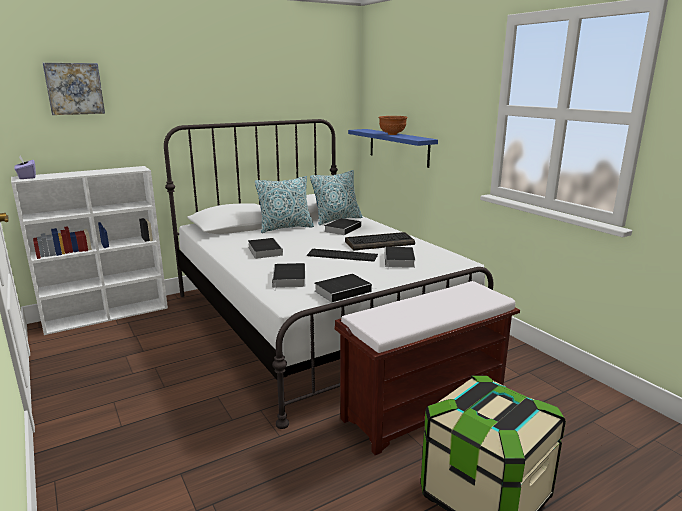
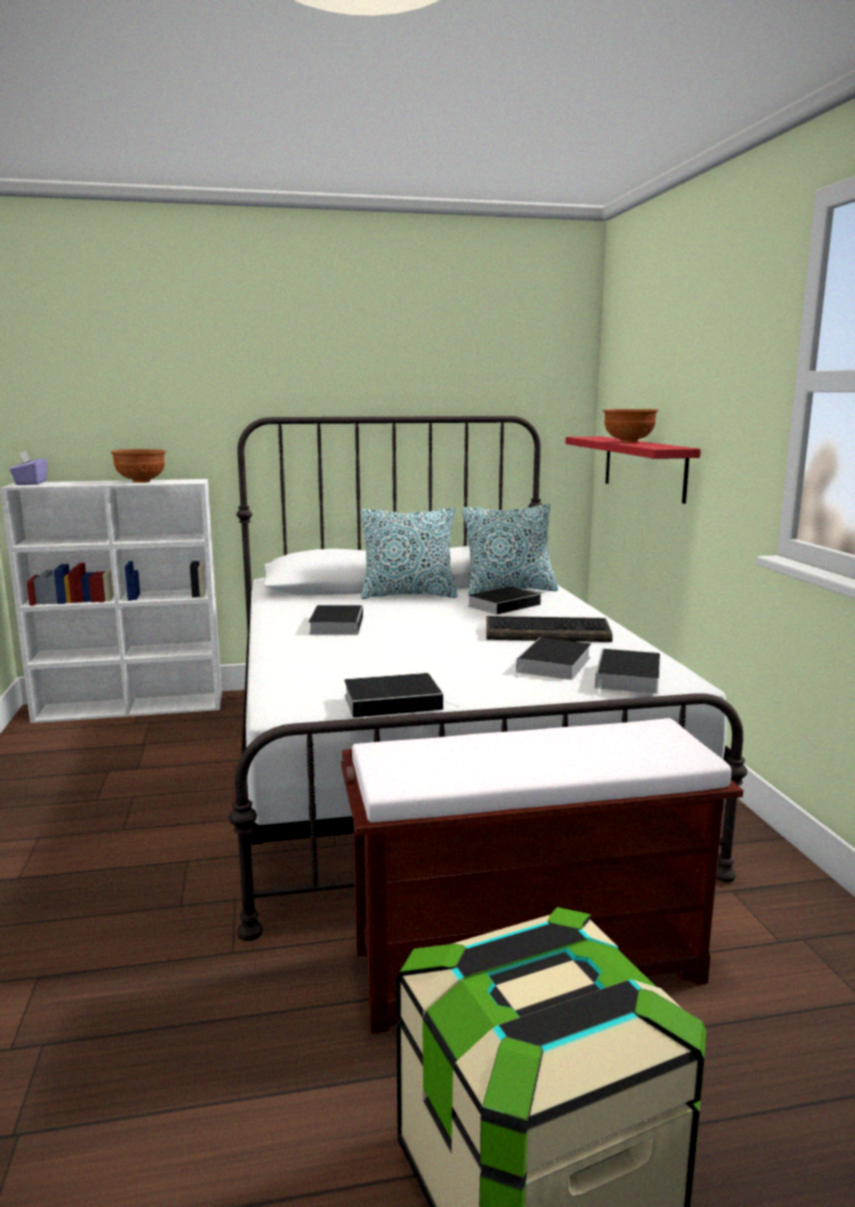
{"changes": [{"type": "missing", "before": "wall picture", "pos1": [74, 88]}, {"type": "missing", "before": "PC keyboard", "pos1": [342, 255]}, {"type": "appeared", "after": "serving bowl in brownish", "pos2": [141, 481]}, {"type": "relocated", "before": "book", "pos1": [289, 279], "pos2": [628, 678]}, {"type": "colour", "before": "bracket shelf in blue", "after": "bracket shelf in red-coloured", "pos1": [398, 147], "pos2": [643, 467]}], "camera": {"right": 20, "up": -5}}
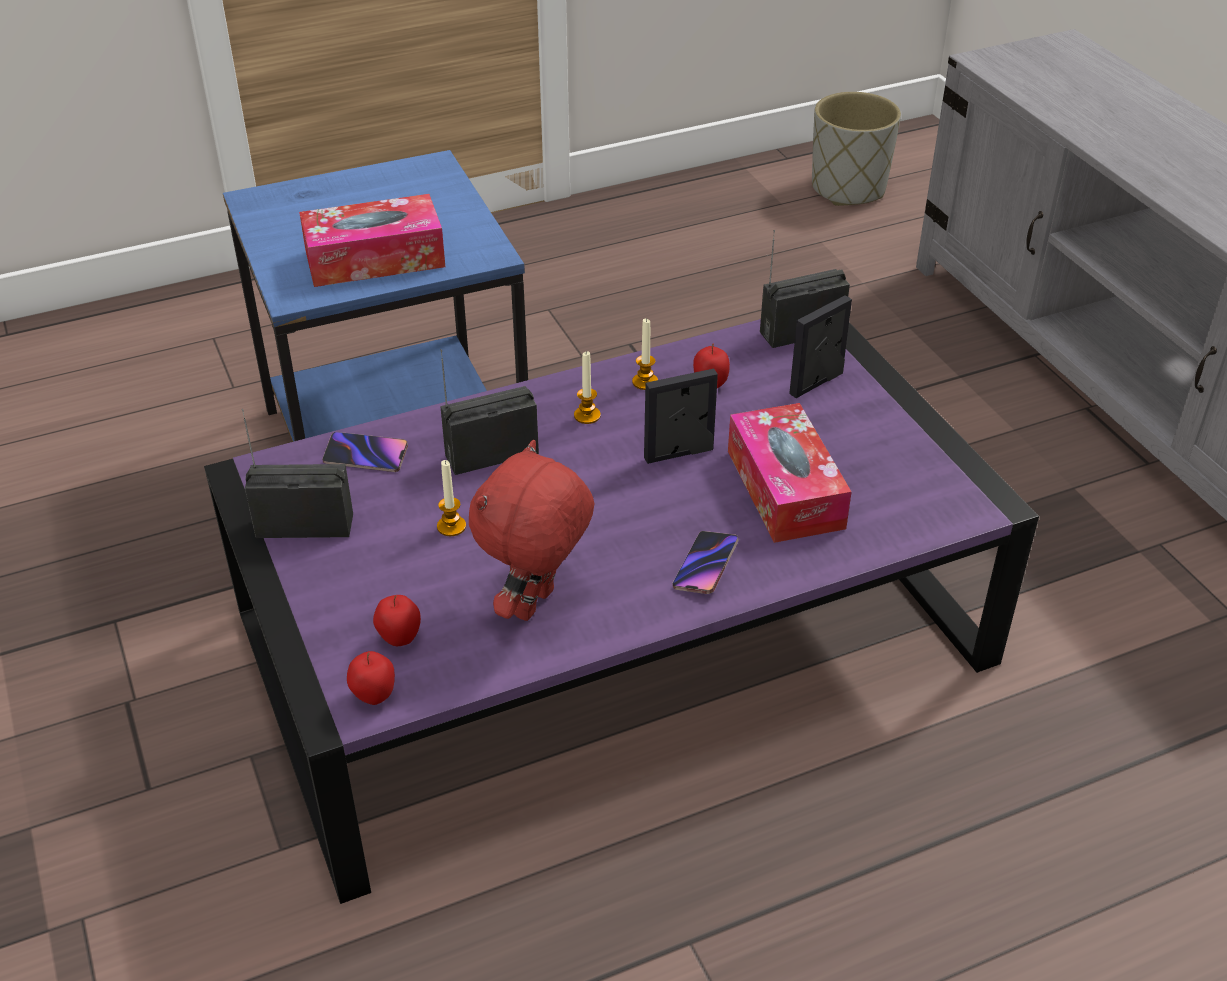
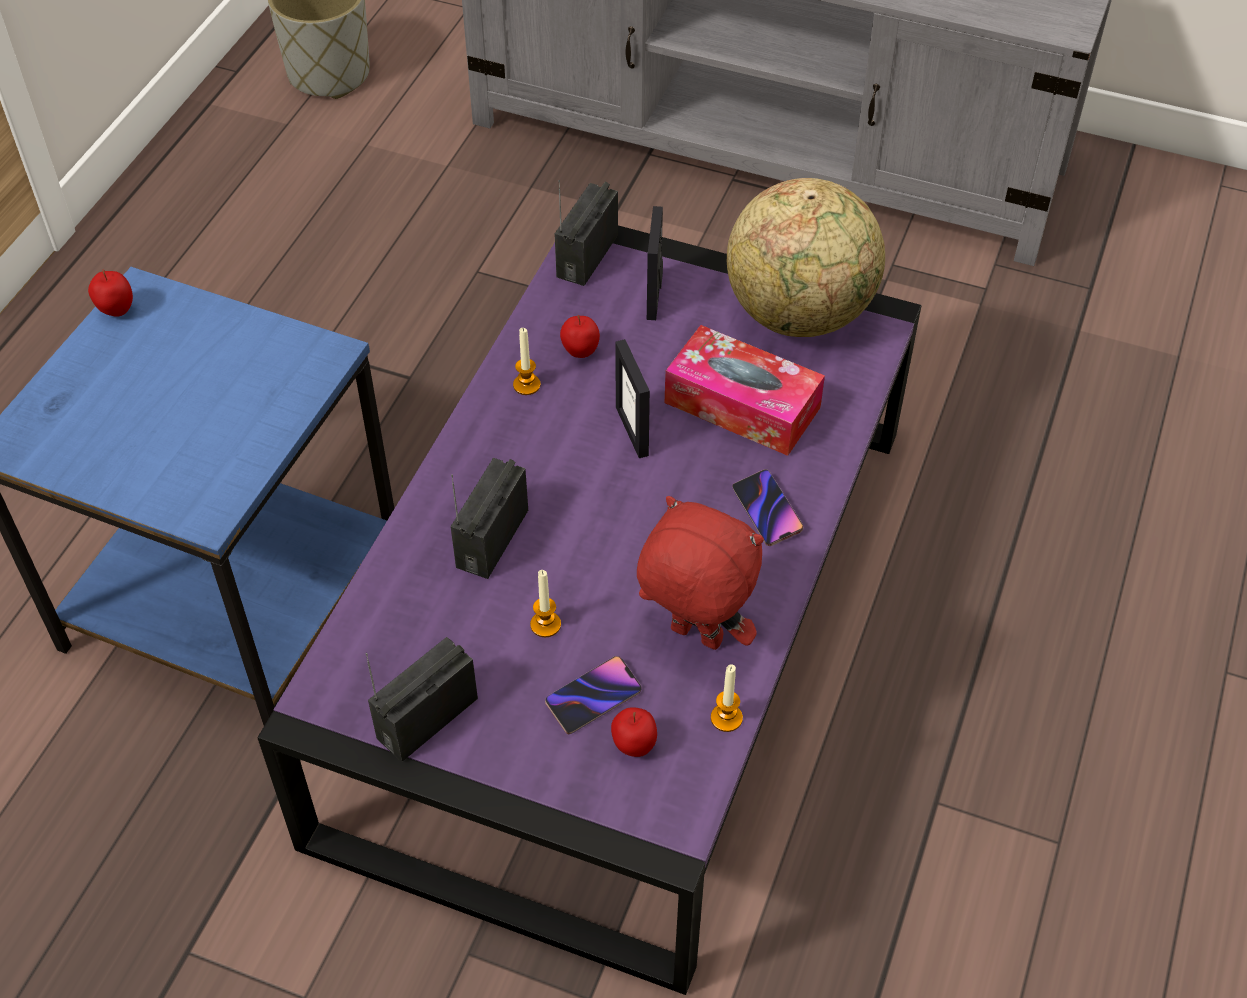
{"changes": [{"type": "missing", "before": "tissue box", "pos1": [374, 258]}, {"type": "appeared", "after": "world globe", "pos2": [800, 314]}, {"type": "relocated", "before": "handset", "pos1": [366, 456], "pos2": [593, 697]}, {"type": "relocated", "before": "apple fruit", "pos1": [374, 697], "pos2": [117, 311]}, {"type": "relocated", "before": "wax light", "pos1": [587, 415], "pos2": [726, 718]}, {"type": "spun", "before": "plush toy in red-coloured", "pos1": [536, 605], "pos2": [694, 637], "turn": 135}, {"type": "spun", "before": "photo frame", "pos1": [679, 454], "pos2": [632, 431], "turn": -45}], "camera": {"right": -45, "up": 10}}
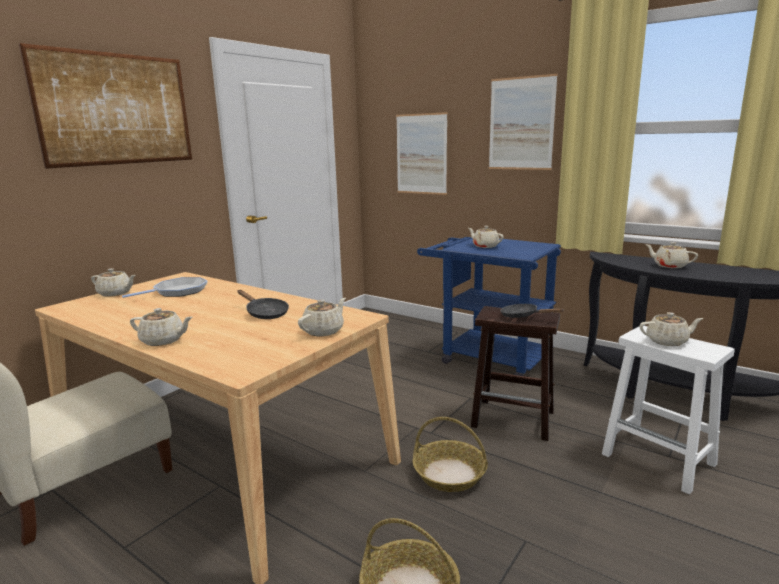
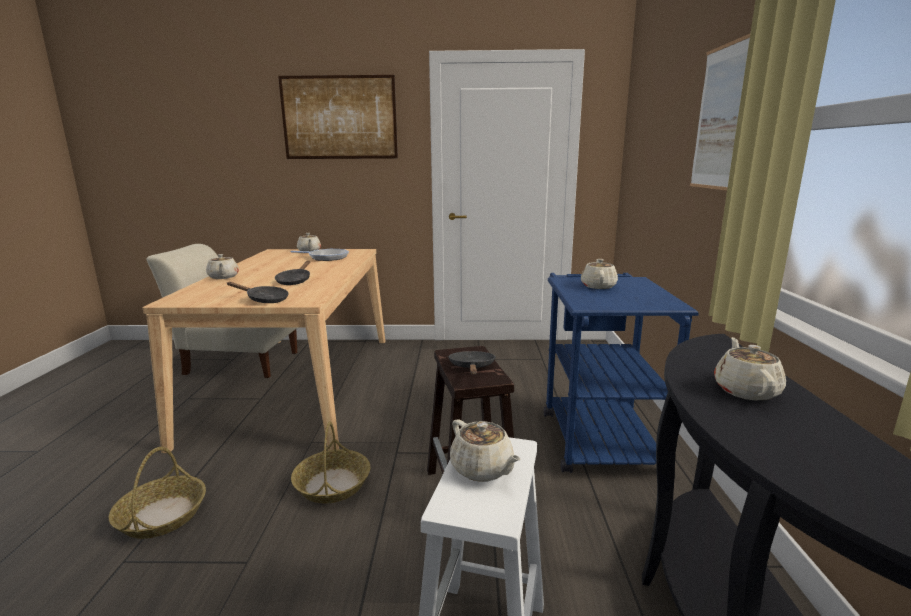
{"changes": [{"type": "missing", "before": "wall picture", "pos1": [421, 154]}, {"type": "exchanged", "before": "teapot in beige", "after": "frying pan in blackish", "pos1": [324, 331], "pos2": [264, 300]}], "camera": {"right": 55, "up": 0}}
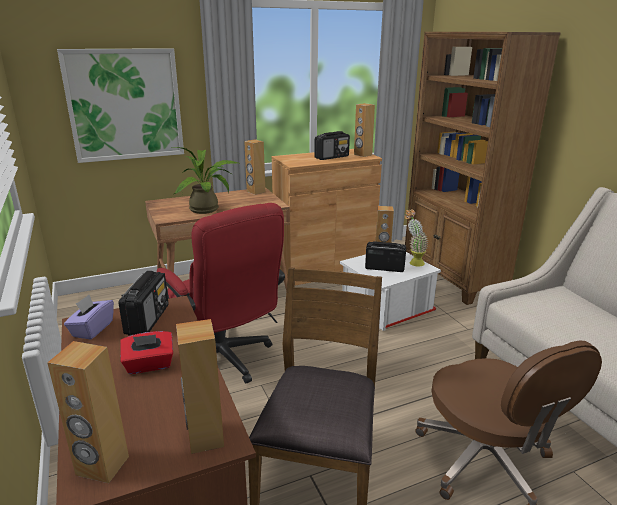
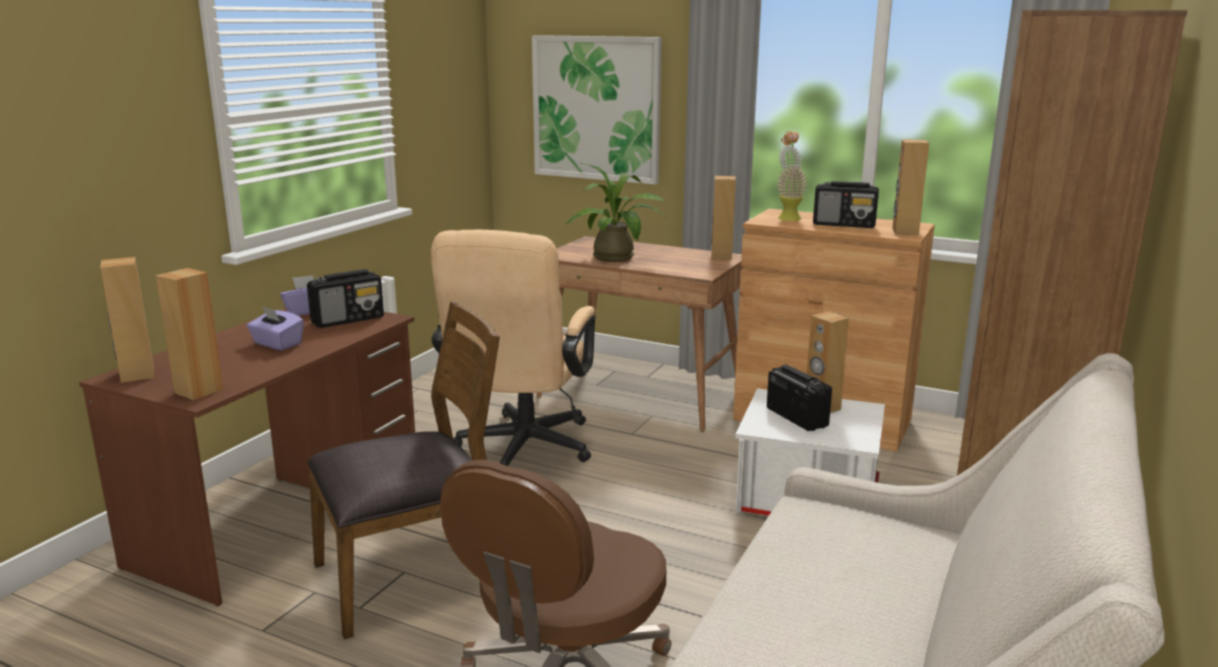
{"changes": [{"type": "relocated", "before": "plant in a pot", "pos1": [413, 262], "pos2": [787, 217]}, {"type": "colour", "before": "tissue box in red-coloured", "after": "tissue box in purplish", "pos1": [149, 365], "pos2": [277, 344]}, {"type": "colour", "before": "computer chair in red-coloured", "after": "computer chair in beige", "pos1": [225, 361], "pos2": [521, 451]}], "camera": {"right": 50, "up": -5}}
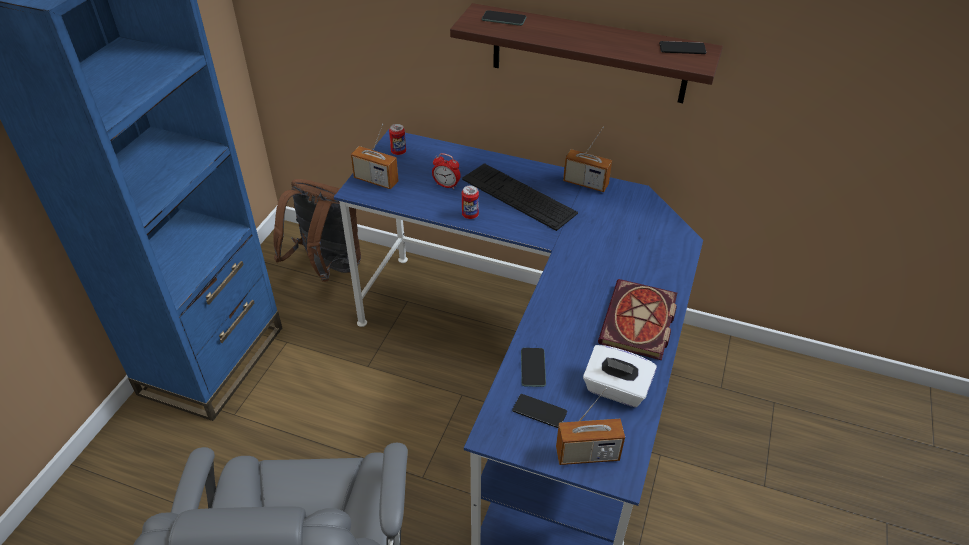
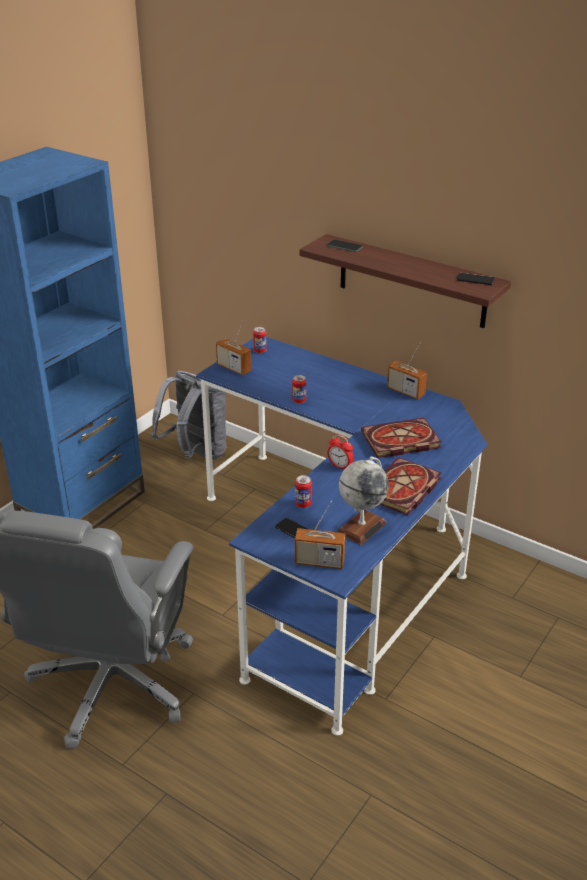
{"changes": [{"type": "missing", "before": "PC keyboard", "pos1": [518, 196]}, {"type": "appeared", "after": "book", "pos2": [399, 441]}, {"type": "relocated", "before": "alarm clock", "pos1": [446, 185], "pos2": [340, 466]}, {"type": "exchanged", "before": "handset", "after": "sealed can", "pos1": [533, 367], "pos2": [303, 504]}, {"type": "exchanged", "before": "tissue box in white-coloured", "after": "world globe", "pos1": [615, 389], "pos2": [361, 527]}, {"type": "colour", "before": "backpack in brownish", "after": "backpack in grey", "pos1": [327, 268], "pos2": [195, 454]}], "camera": {"right": 15, "up": -10}}
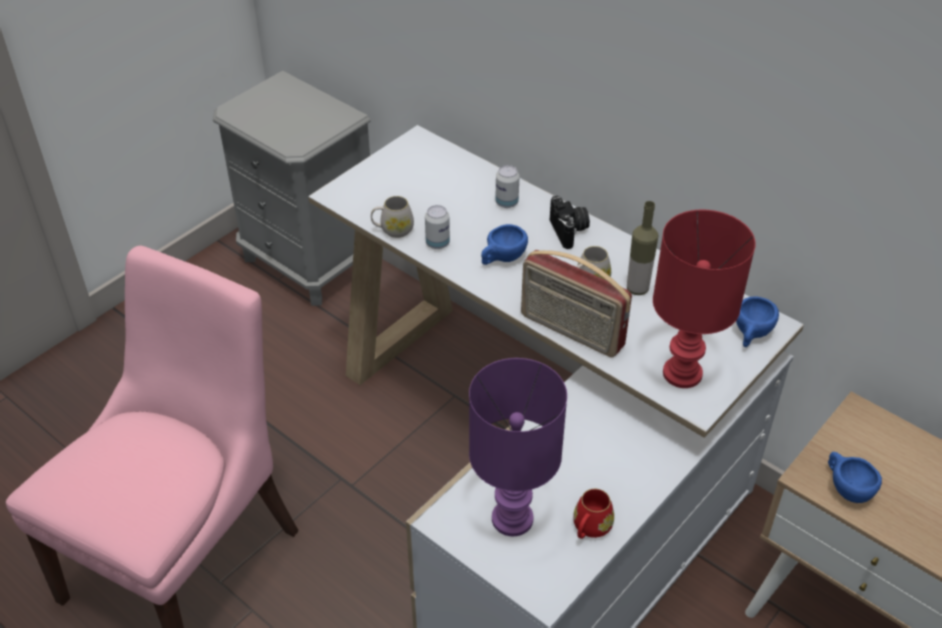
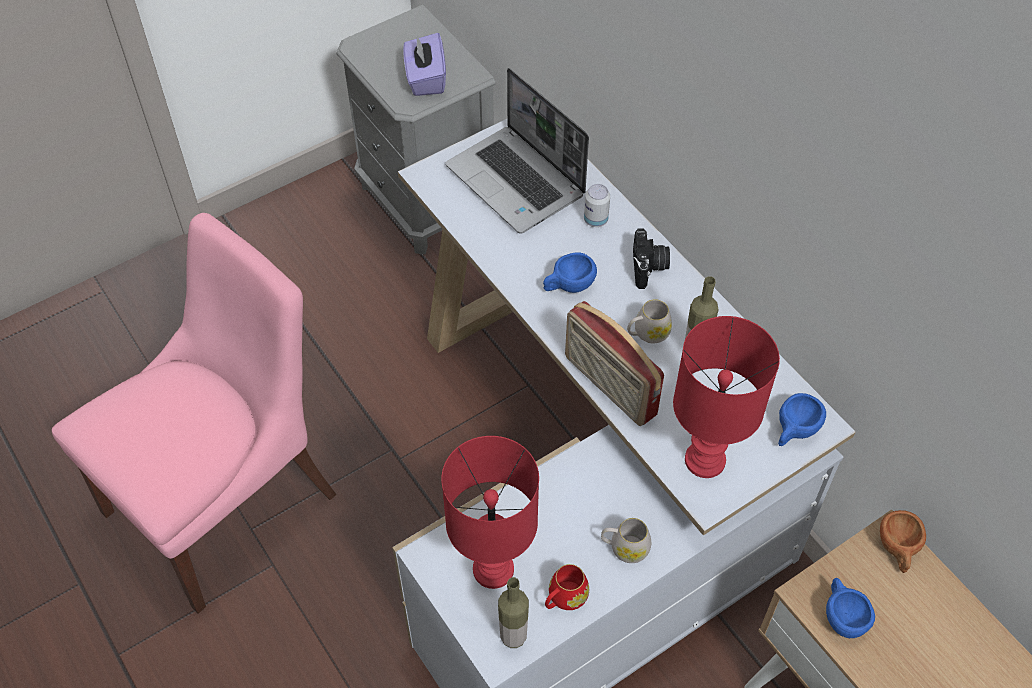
{"changes": [{"type": "missing", "before": "sealed can", "pos1": [437, 243]}, {"type": "appeared", "after": "tissue box in purplish", "pos2": [425, 79]}, {"type": "appeared", "after": "notebook computer", "pos2": [517, 181]}, {"type": "appeared", "after": "drink bottle", "pos2": [513, 636]}, {"type": "appeared", "after": "small cup in brownish", "pos2": [897, 550]}, {"type": "relocated", "before": "tea mug in white-coloured", "pos1": [393, 230], "pos2": [624, 548]}, {"type": "colour", "before": "table lamp in purplish", "after": "table lamp in red-coloured", "pos1": [513, 520], "pos2": [494, 571]}], "camera": {"right": 15, "up": 10}}
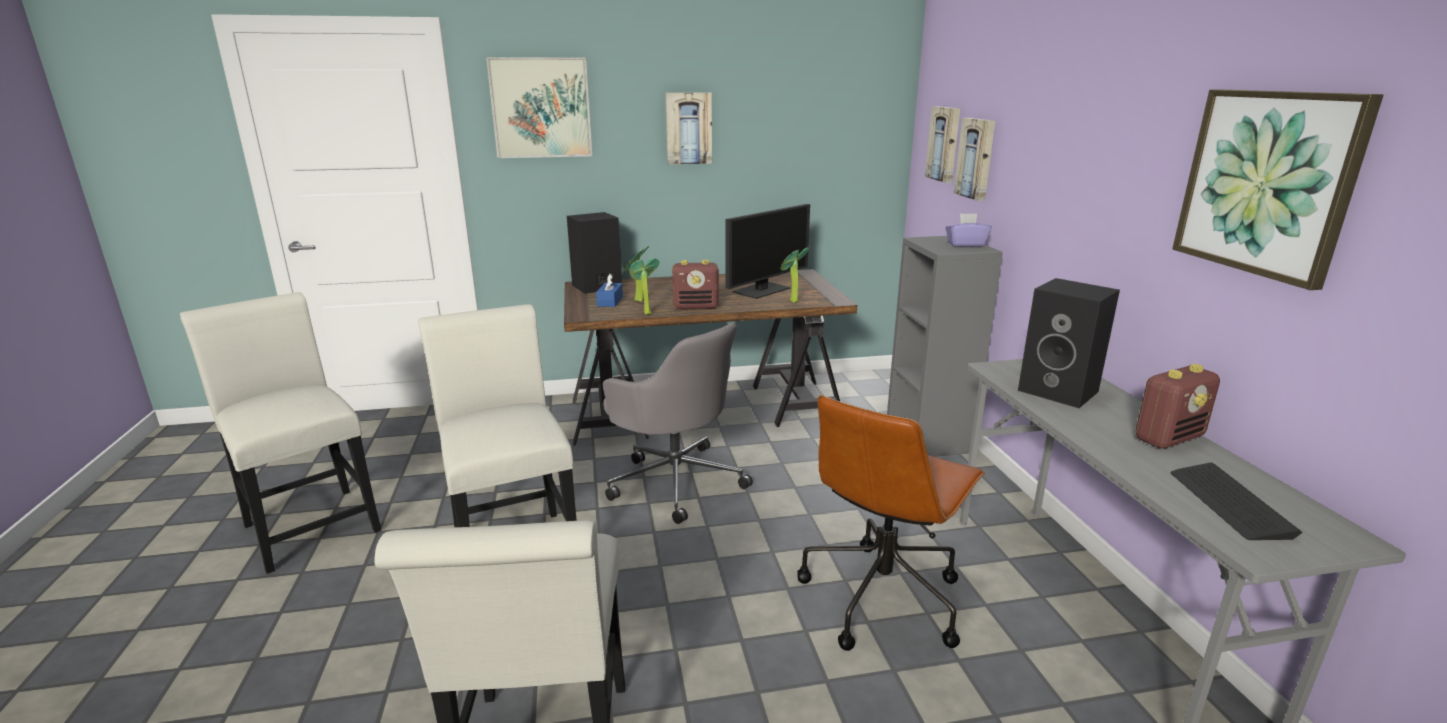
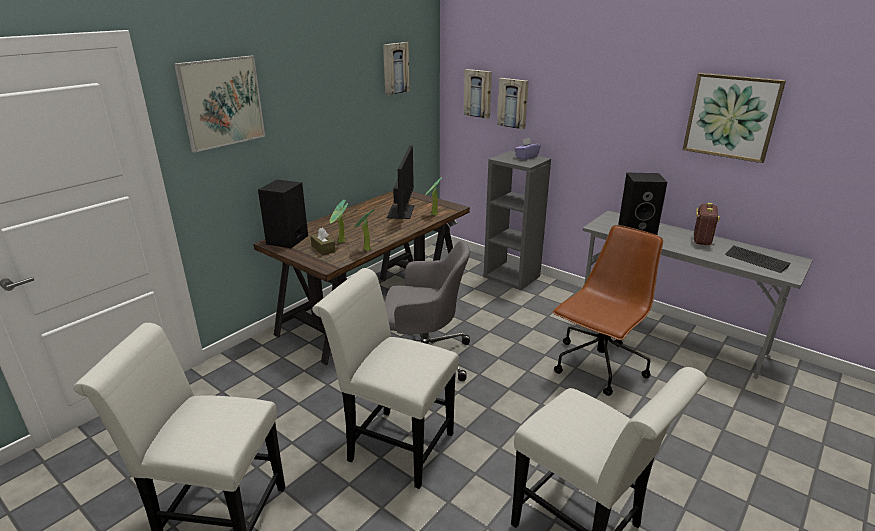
{"changes": [{"type": "missing", "before": "radio receiver", "pos1": [696, 307]}, {"type": "relocated", "before": "wall picture", "pos1": [688, 128], "pos2": [395, 68]}, {"type": "colour", "before": "tissue box in blue", "after": "tissue box in brownish", "pos1": [610, 301], "pos2": [323, 249]}, {"type": "spun", "before": "computer chair in brownish", "pos1": [882, 596], "pos2": [598, 366], "turn": -135}], "camera": {"right": -40, "up": 5}}
